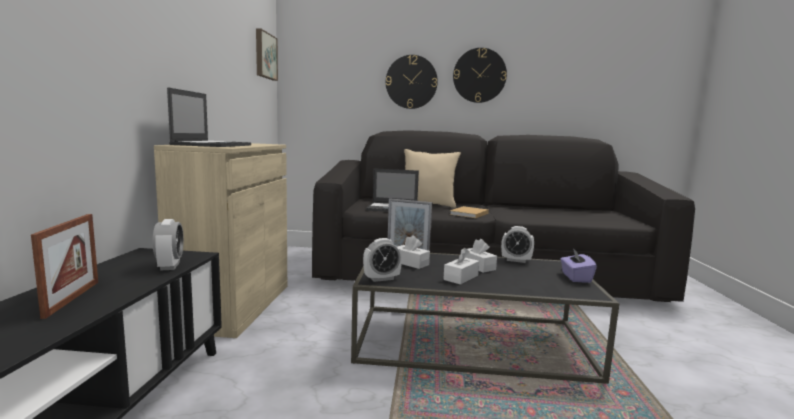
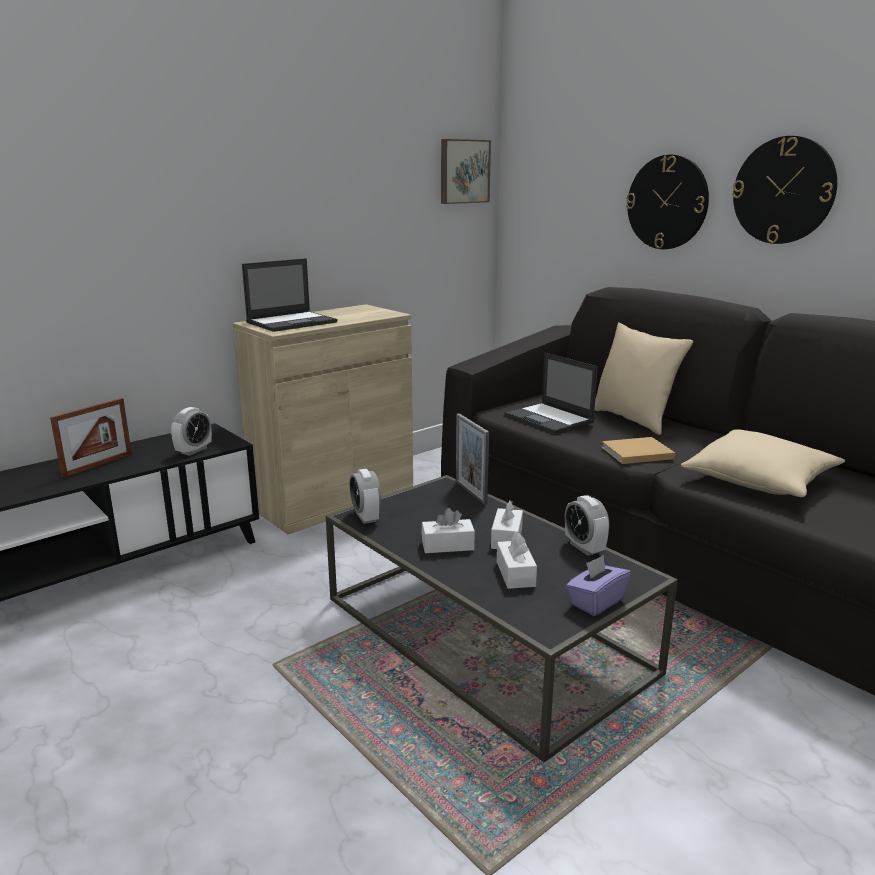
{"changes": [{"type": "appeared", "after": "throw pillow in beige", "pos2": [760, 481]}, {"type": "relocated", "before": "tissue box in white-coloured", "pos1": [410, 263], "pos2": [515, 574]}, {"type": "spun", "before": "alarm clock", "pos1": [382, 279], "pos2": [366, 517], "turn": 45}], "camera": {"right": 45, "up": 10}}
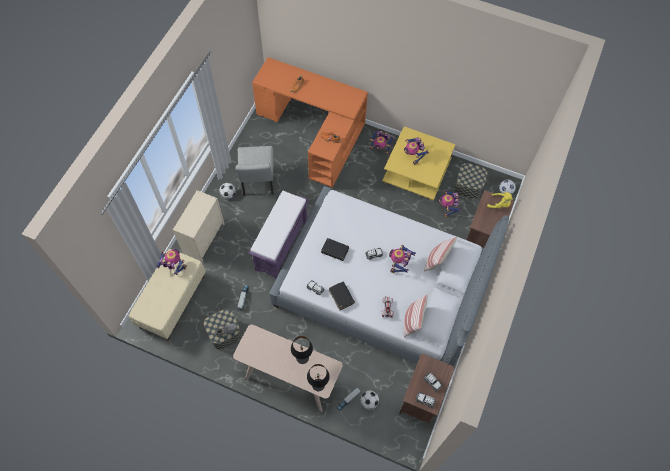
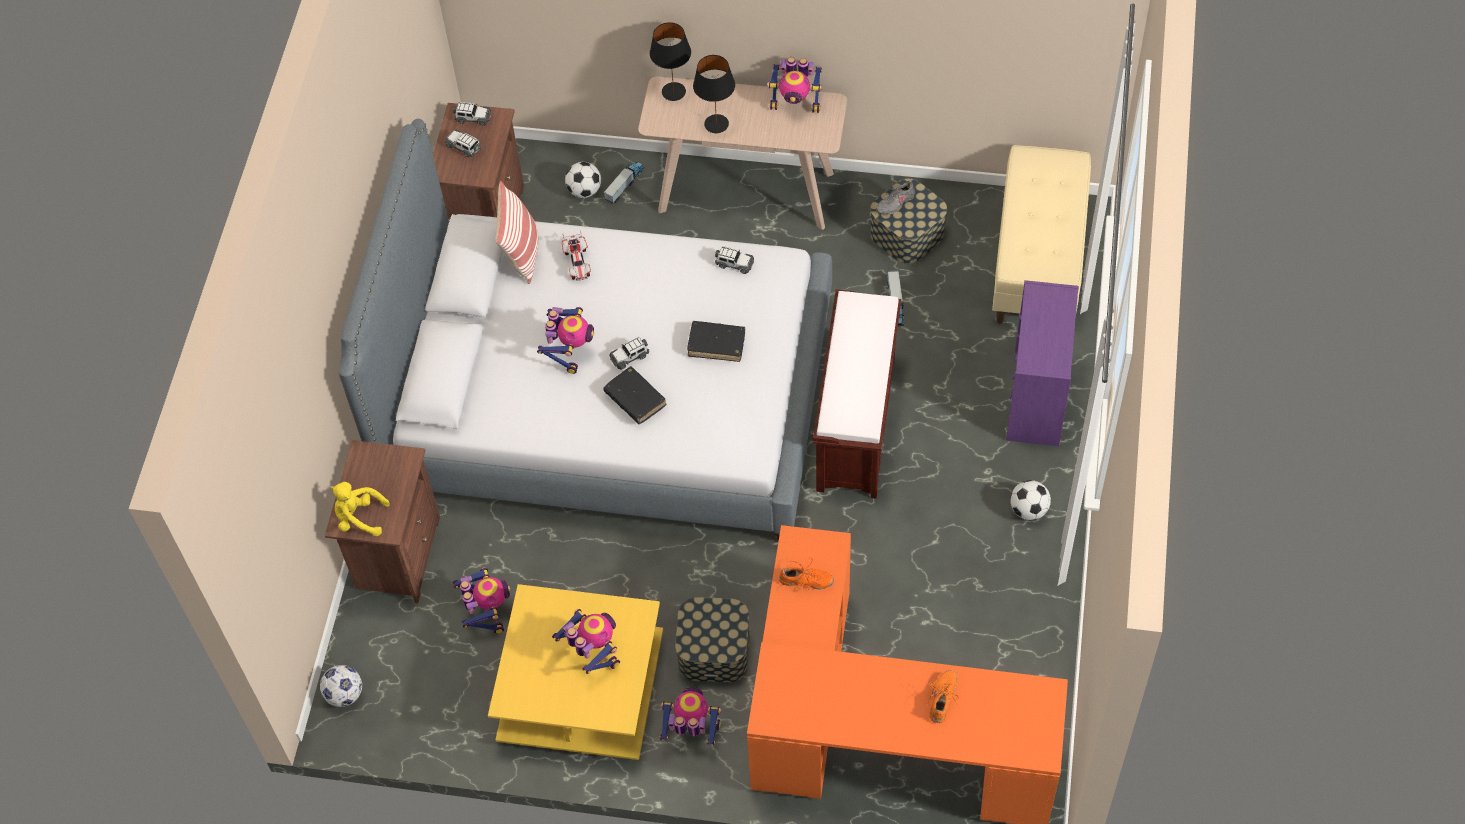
{"changes": [{"type": "missing", "before": "plain chair in grey", "pos1": [258, 183]}, {"type": "missing", "before": "throw pillow", "pos1": [436, 260]}, {"type": "relocated", "before": "toy robot", "pos1": [174, 267], "pos2": [796, 103]}, {"type": "relocated", "before": "book in blackish", "pos1": [341, 297], "pos2": [635, 399]}, {"type": "relocated", "before": "storage bin", "pos1": [469, 185], "pos2": [714, 650]}, {"type": "colour", "before": "dresser in beige", "after": "dresser in purplish", "pos1": [204, 238], "pos2": [1036, 399]}, {"type": "colour", "before": "indoor bench in purplish", "after": "indoor bench in brownish", "pos1": [281, 247], "pos2": [855, 423]}], "camera": {"right": 170, "up": -5}}
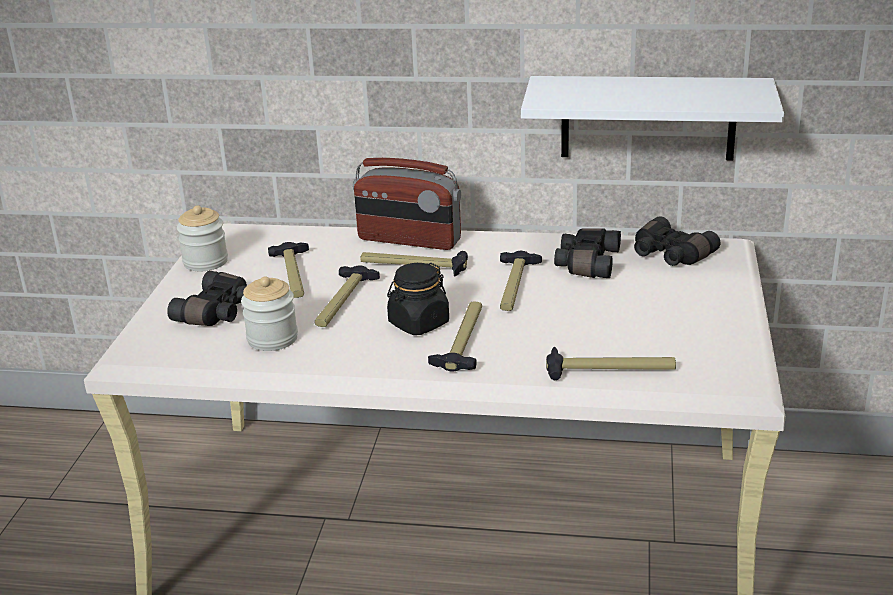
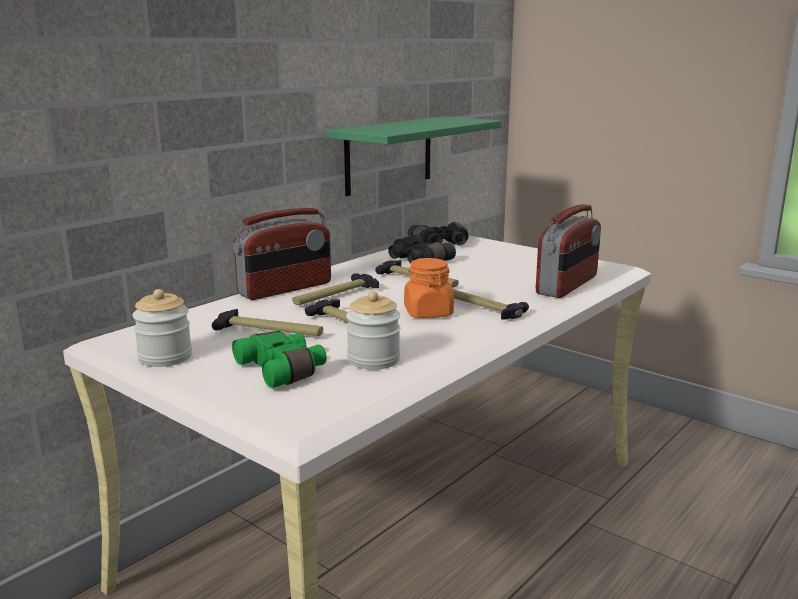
{"changes": [{"type": "exchanged", "before": "hand hammer", "after": "radio receiver", "pos1": [610, 371], "pos2": [567, 285]}, {"type": "colour", "before": "pair of binoculars in blackish", "after": "pair of binoculars in green", "pos1": [219, 312], "pos2": [284, 370]}, {"type": "colour", "before": "jar in blackish", "after": "jar in orange-coloured", "pos1": [418, 323], "pos2": [428, 313]}, {"type": "colour", "before": "bracket shelf in white-coloured", "after": "bracket shelf in green", "pos1": [648, 117], "pos2": [389, 154]}], "camera": {"right": -60, "up": -10}}
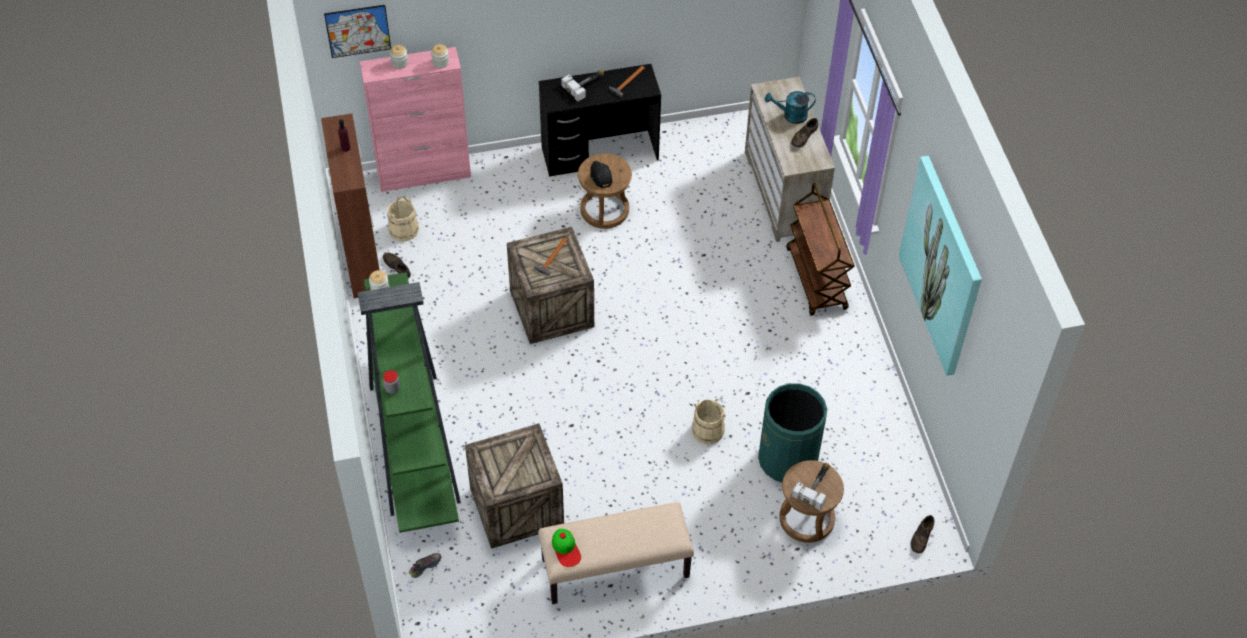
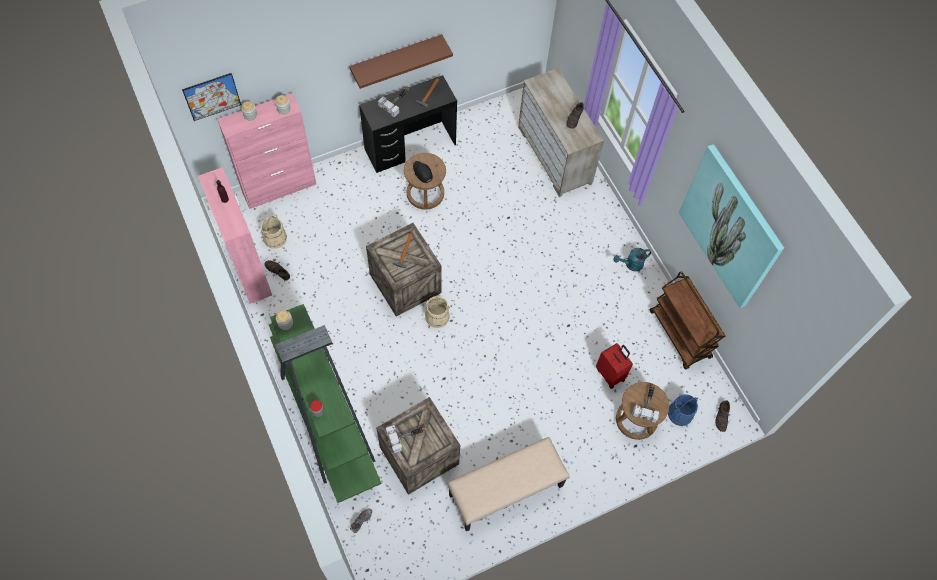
{"changes": [{"type": "missing", "before": "peaked cap", "pos1": [566, 549]}, {"type": "appeared", "after": "bracket shelf in brownish", "pos2": [396, 58]}, {"type": "appeared", "after": "hand hammer", "pos2": [407, 436]}, {"type": "appeared", "after": "bucket in blue", "pos2": [680, 414]}, {"type": "relocated", "before": "bucket in beige", "pos1": [708, 430], "pos2": [437, 316]}, {"type": "relocated", "before": "sprinkling can in blue-green", "pos1": [790, 116], "pos2": [631, 264]}, {"type": "relocated", "before": "trolley in brownish", "pos1": [816, 279], "pos2": [680, 335]}, {"type": "exchanged", "before": "trash can in green", "after": "travel case in red-coloured", "pos1": [788, 459], "pos2": [611, 374]}, {"type": "colour", "before": "storage cabinet in brownish", "after": "storage cabinet in pink-coloured", "pos1": [362, 258], "pos2": [248, 268]}], "camera": {"right": -15, "up": 10}}
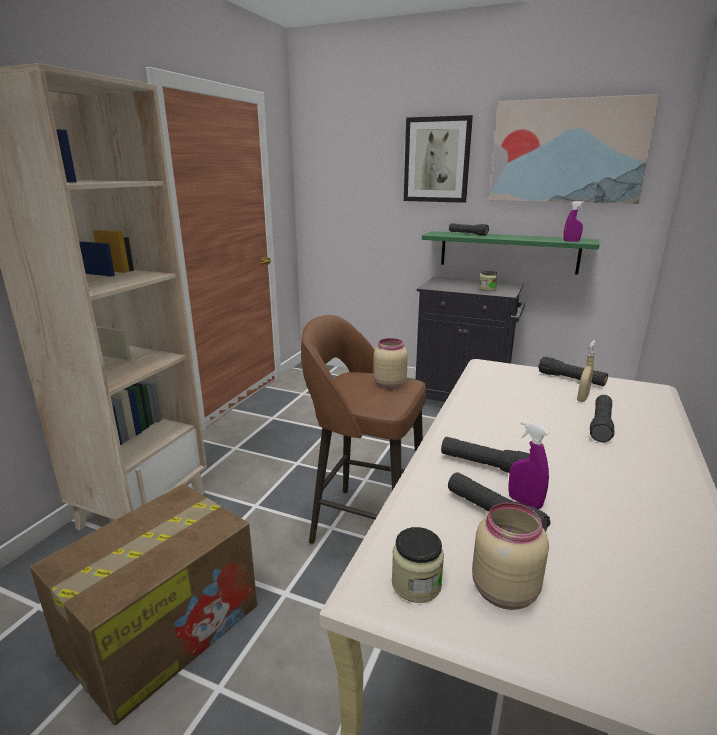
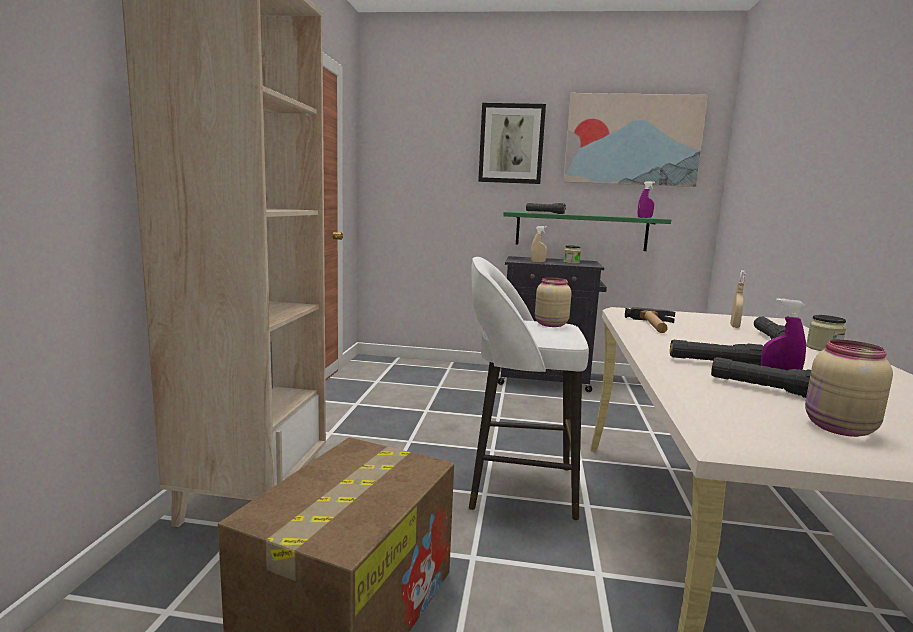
{"changes": [{"type": "missing", "before": "flashlight in blackish", "pos1": [571, 379]}, {"type": "appeared", "after": "hand sprayer in beige", "pos2": [538, 262]}, {"type": "appeared", "after": "hand hammer", "pos2": [654, 326]}, {"type": "relocated", "before": "jar", "pos1": [416, 584], "pos2": [823, 348]}, {"type": "colour", "before": "sitting stool in brownish", "after": "sitting stool in white-coloured", "pos1": [365, 524], "pos2": [517, 487]}], "camera": {"right": -15, "up": -10}}
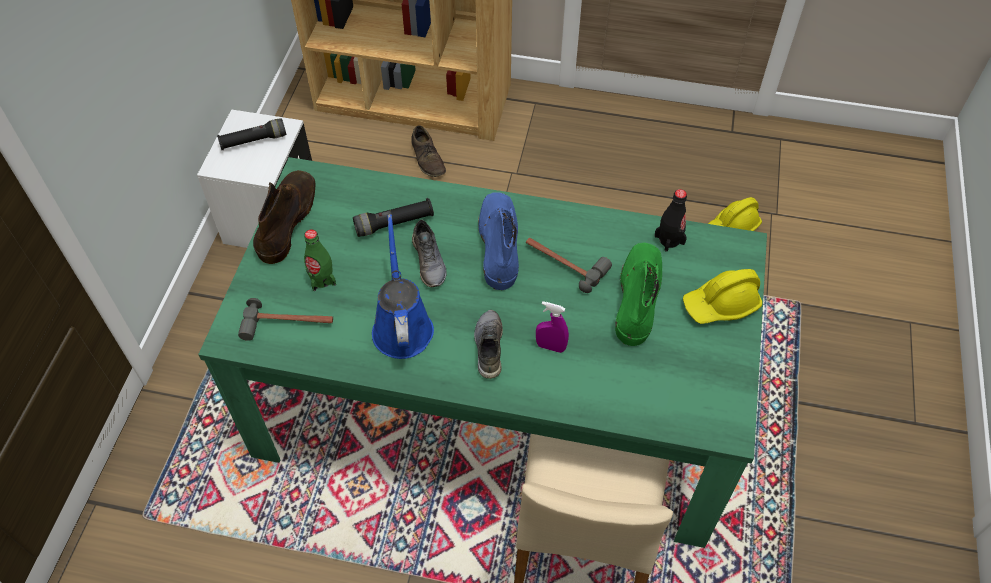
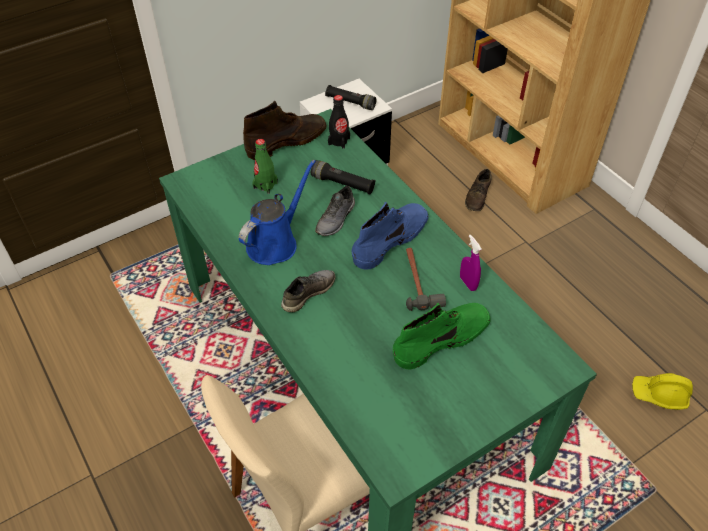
{"changes": [{"type": "missing", "before": "hand hammer", "pos1": [288, 324]}, {"type": "missing", "before": "work helmet in yellow", "pos1": [721, 304]}, {"type": "relocated", "before": "hand sprayer in purplish", "pos1": [550, 347], "pos2": [468, 283]}, {"type": "relocated", "before": "drink bottle in blackish", "pos1": [669, 239], "pos2": [339, 141]}], "camera": {"right": 45, "up": -5}}
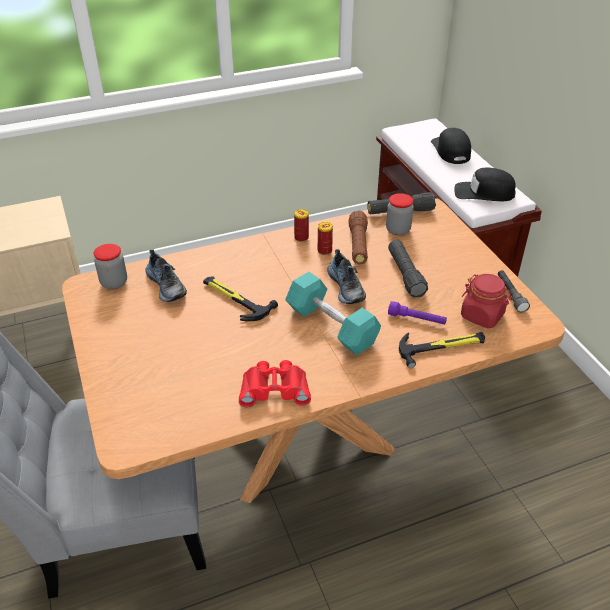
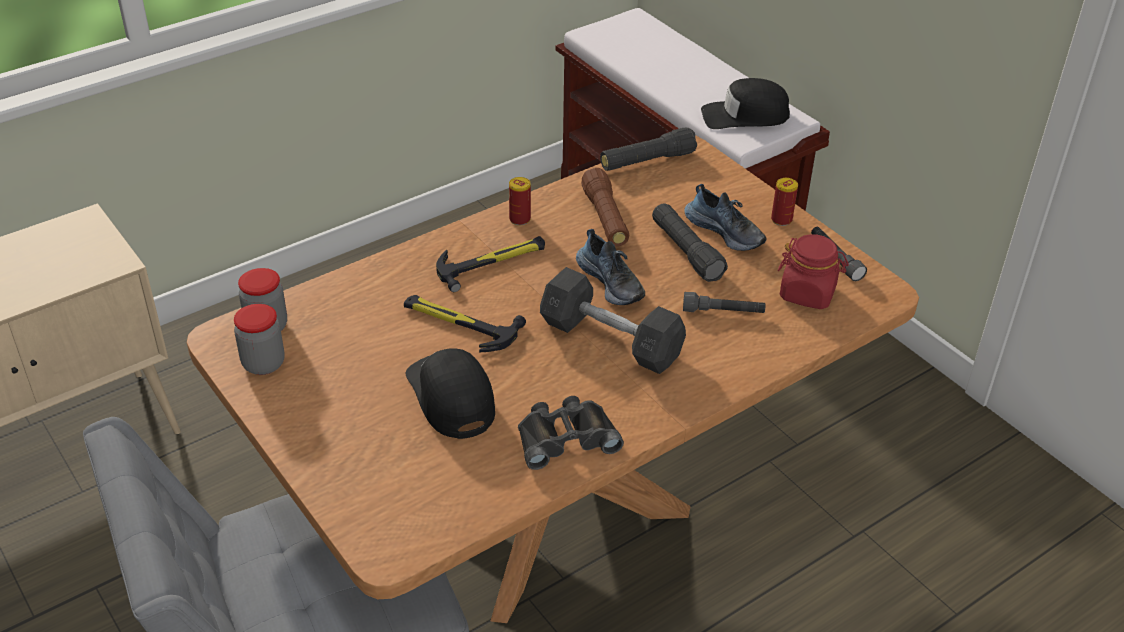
{"changes": [{"type": "relocated", "before": "shoe", "pos1": [167, 285], "pos2": [726, 231]}, {"type": "relocated", "before": "sealed can", "pos1": [324, 251], "pos2": [781, 220]}, {"type": "relocated", "before": "jar", "pos1": [398, 230], "pos2": [263, 364]}, {"type": "relocated", "before": "hand hammer", "pos1": [442, 347], "pos2": [492, 262]}, {"type": "relocated", "before": "peaked cap in blackish", "pos1": [450, 151], "pos2": [451, 397]}, {"type": "colour", "before": "pair of binoculars in red-coloured", "after": "pair of binoculars in blackish", "pos1": [274, 388], "pos2": [565, 437]}, {"type": "colour", "before": "dumbbell in blue-green", "after": "dumbbell in grey", "pos1": [331, 326], "pos2": [611, 340]}, {"type": "colour", "before": "flashlight in purplish", "after": "flashlight in grey", "pos1": [416, 319], "pos2": [723, 312]}], "camera": {"right": -15, "up": 0}}
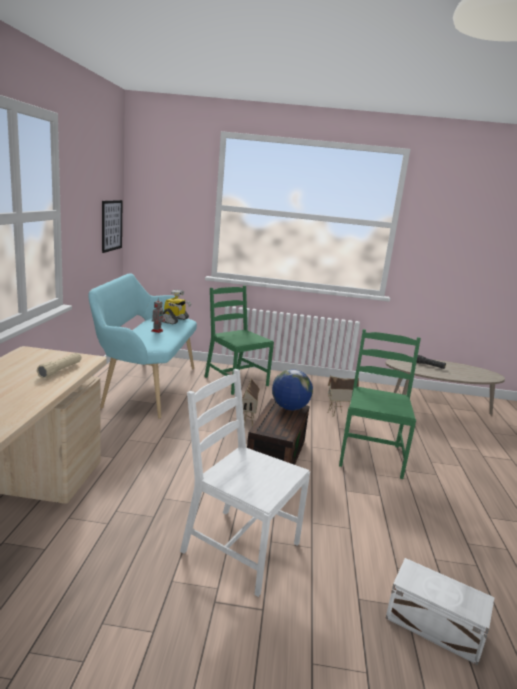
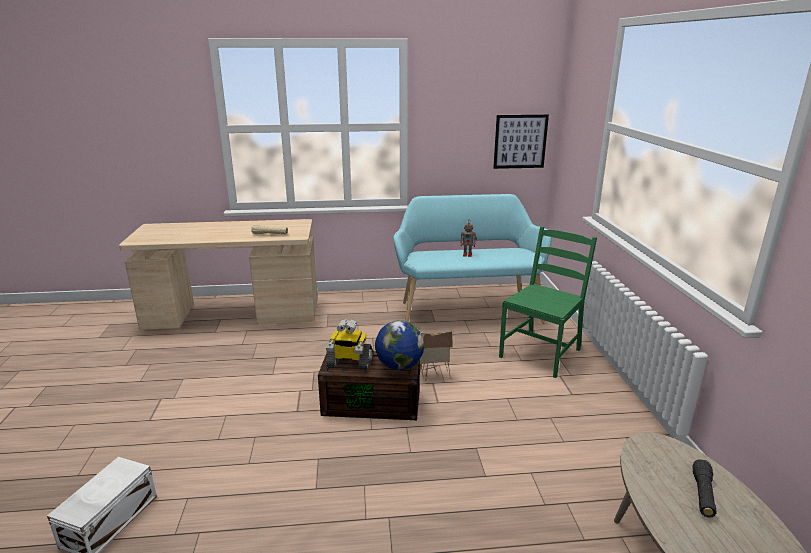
{"changes": [{"type": "missing", "before": "plain chair in white-coloured", "pos1": [239, 548]}, {"type": "missing", "before": "toy house", "pos1": [339, 414]}, {"type": "missing", "before": "plain chair in green", "pos1": [370, 455]}, {"type": "relocated", "before": "toy robot", "pos1": [174, 320], "pos2": [349, 363]}], "camera": {"right": 80, "up": 5}}
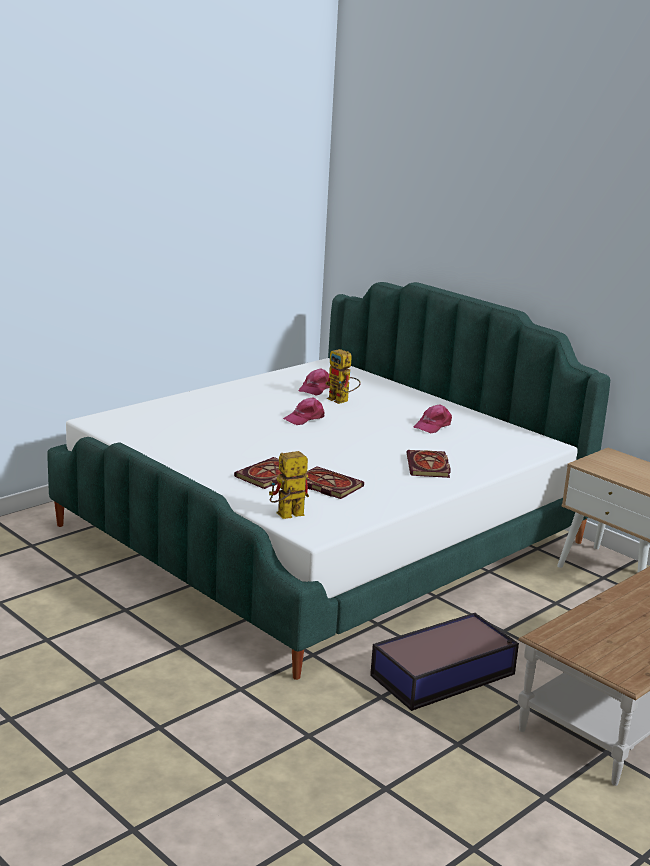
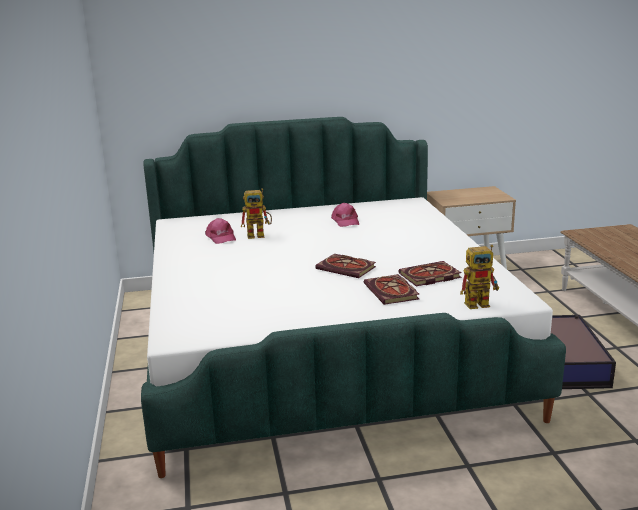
{"changes": [{"type": "missing", "before": "peaked cap in pink-coloured", "pos1": [305, 418]}, {"type": "relocated", "before": "book", "pos1": [429, 467], "pos2": [347, 268]}, {"type": "spun", "before": "toy robot", "pos1": [286, 516], "pos2": [481, 303], "turn": -105}], "camera": {"right": -55, "up": 0}}
